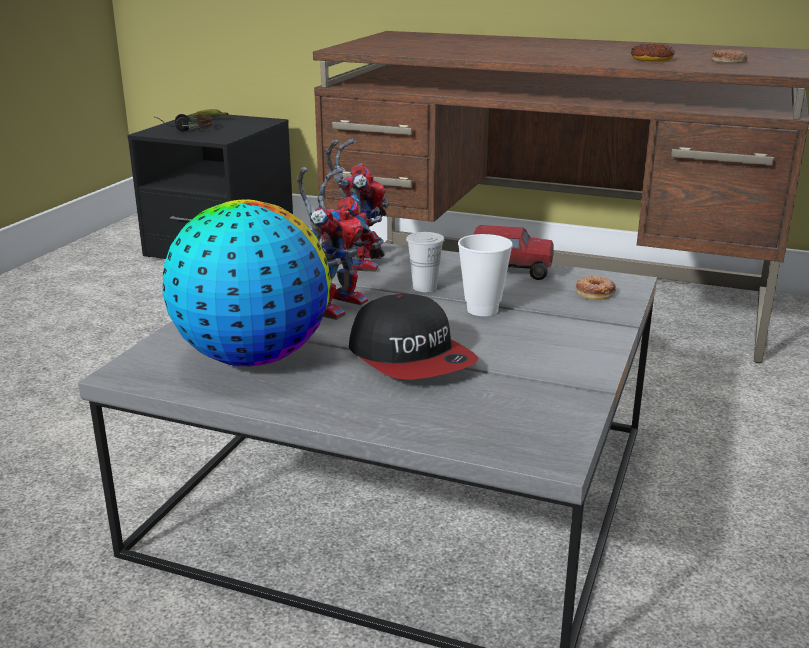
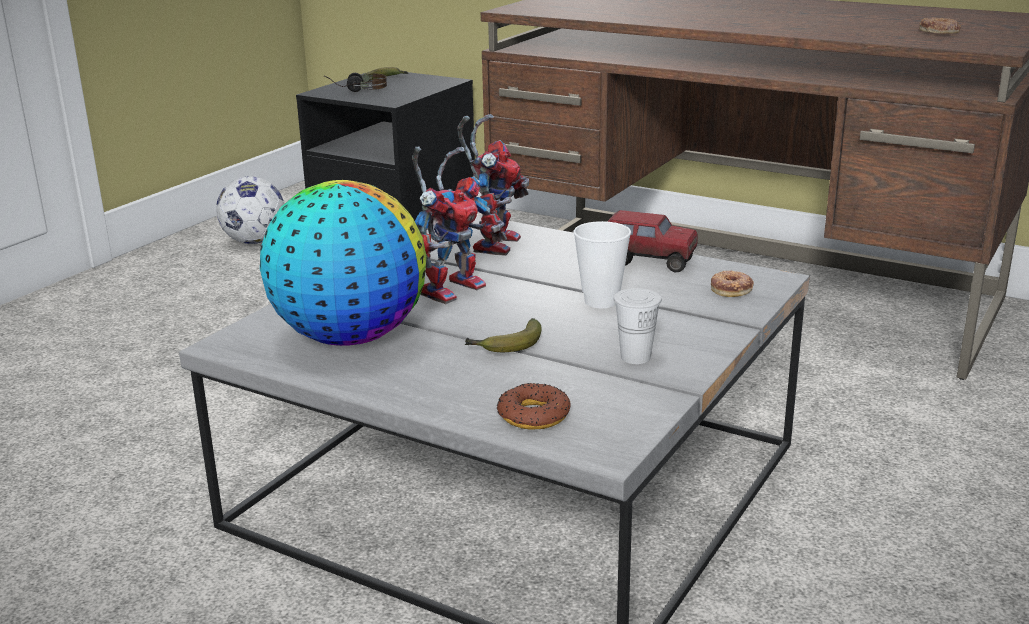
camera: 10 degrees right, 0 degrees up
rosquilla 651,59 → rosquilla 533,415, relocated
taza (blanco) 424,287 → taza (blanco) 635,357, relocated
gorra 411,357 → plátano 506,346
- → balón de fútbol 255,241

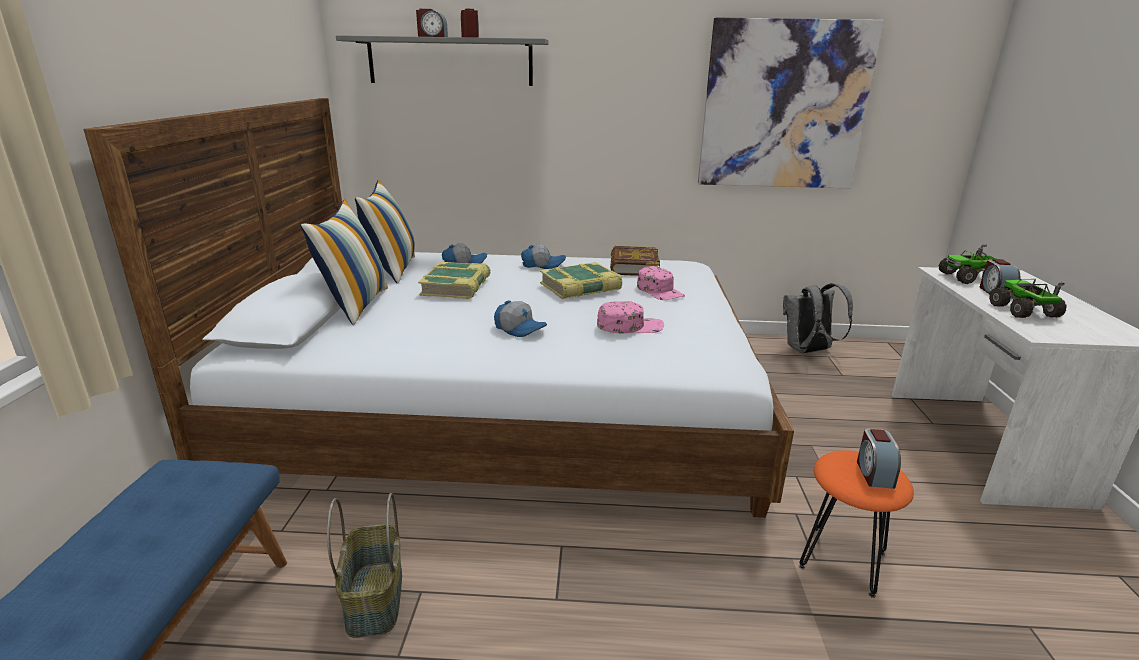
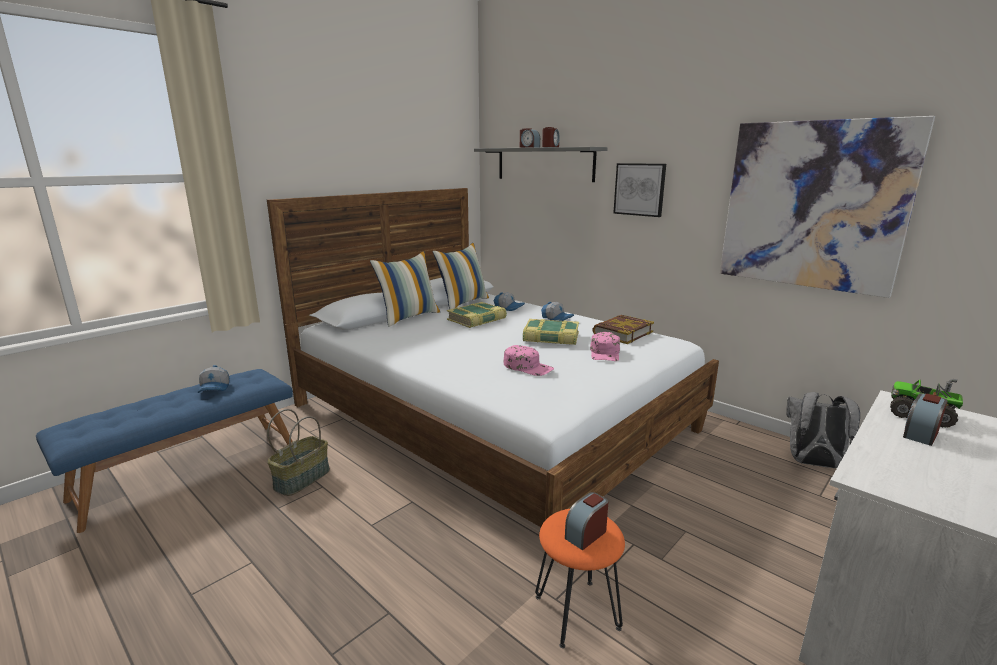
camera: 40 degrees right, 5 degrees down
camión de juguete 1024,311 → -
gorra 520,329 → gorra 215,388, relocated
- → cuadro 639,189

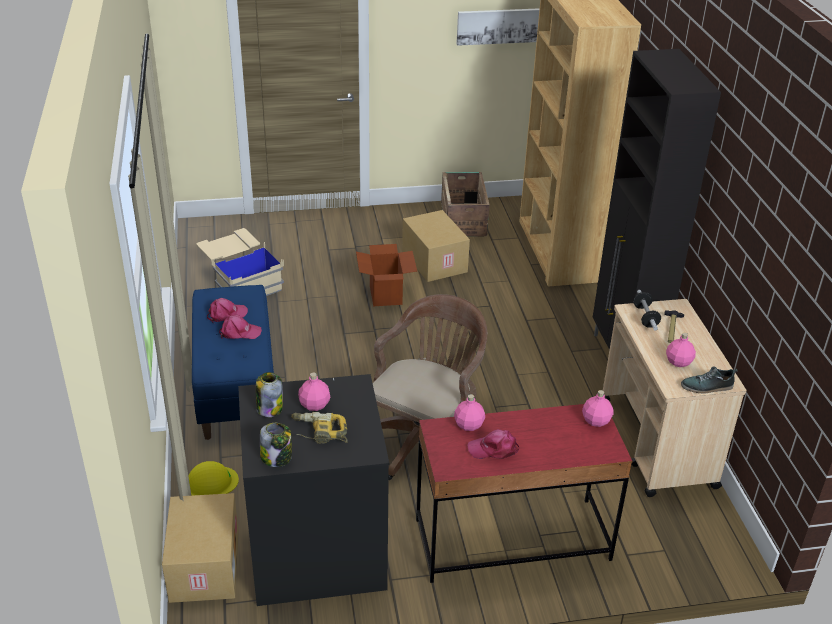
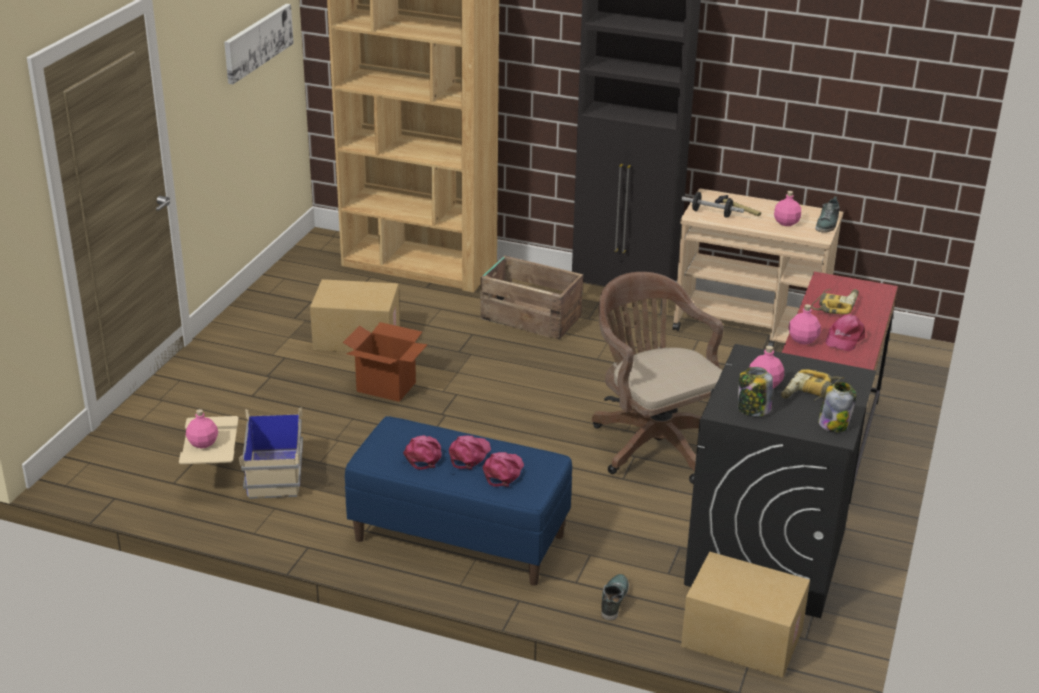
camera: 60 degrees left, 5 degrees down
caja de embalaje 464,219 → caja de embalaje 530,317, relocated
botella (rosa) 596,421 → botella (rosa) 203,443, relocated
casco (amarillo) 211,482 → zapato 613,600
- → taladro 835,305
- → gorra (rosa) 503,472

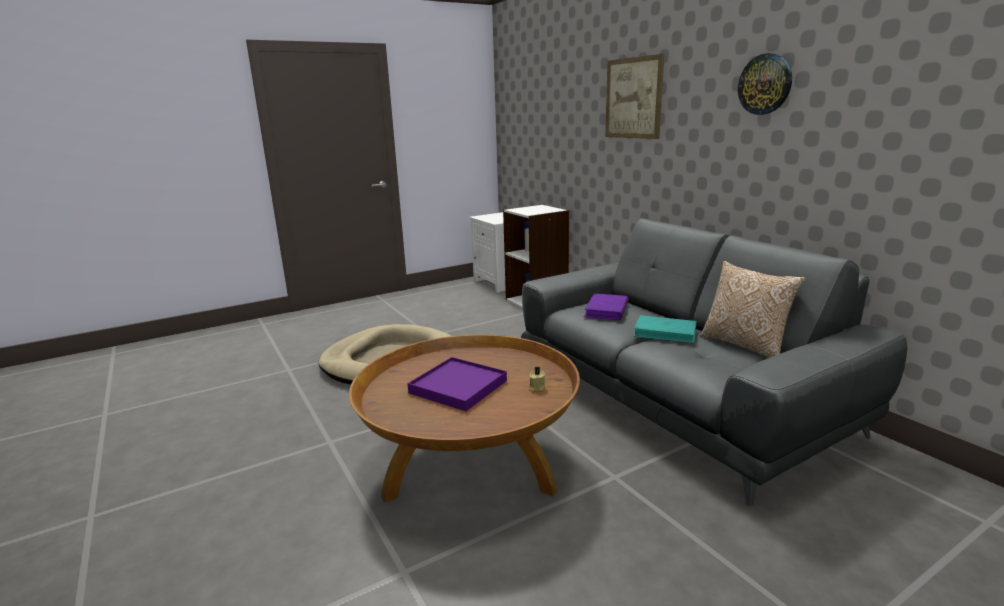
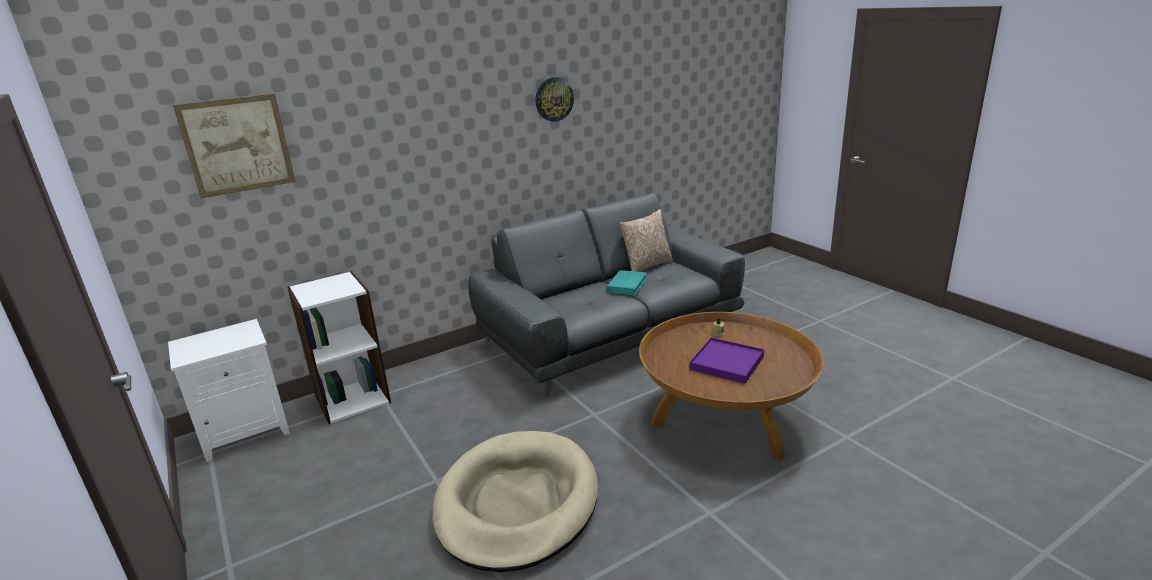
camera: 90 degrees left, 5 degrees up
cuadro 633,98 → cuadro 237,145, relocated
libro (morado) 606,310 → -

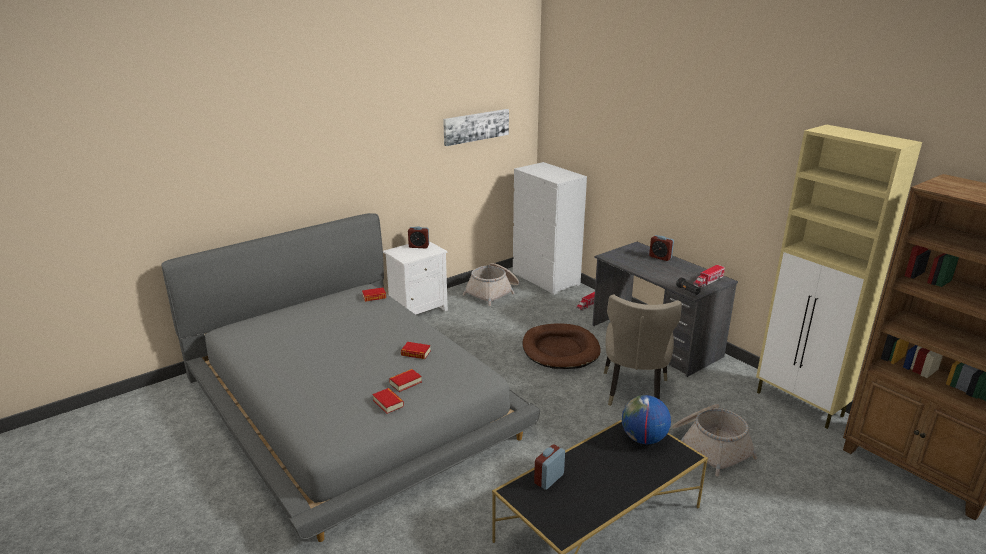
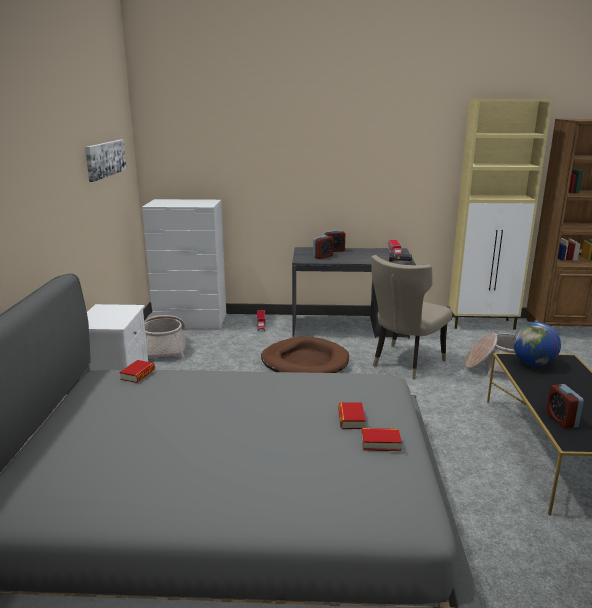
camera: 50 degrees left, 5 degrees down
despertador 419,246 → despertador 322,256, relocated
silla (beis) 633,393 → silla (beis) 404,363, 75 degrees clockwise
libro 416,353 → -

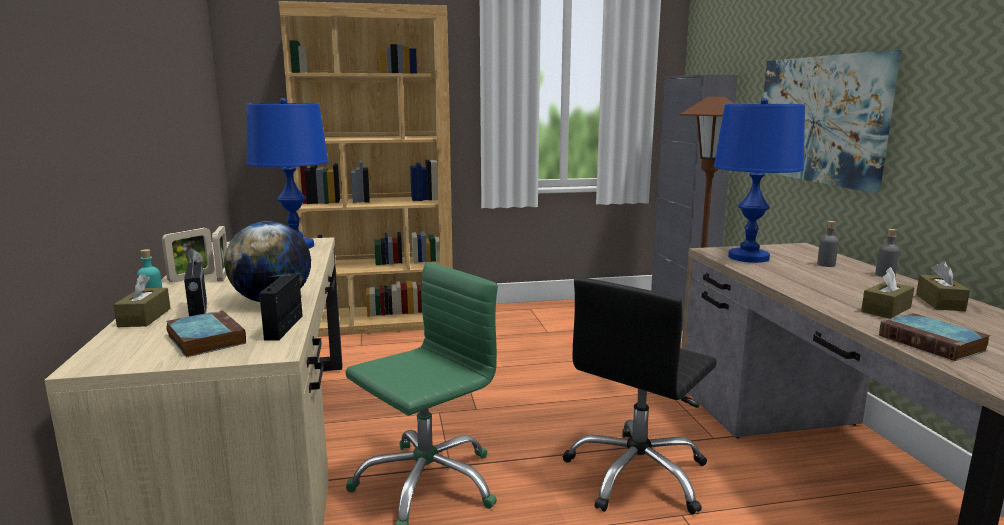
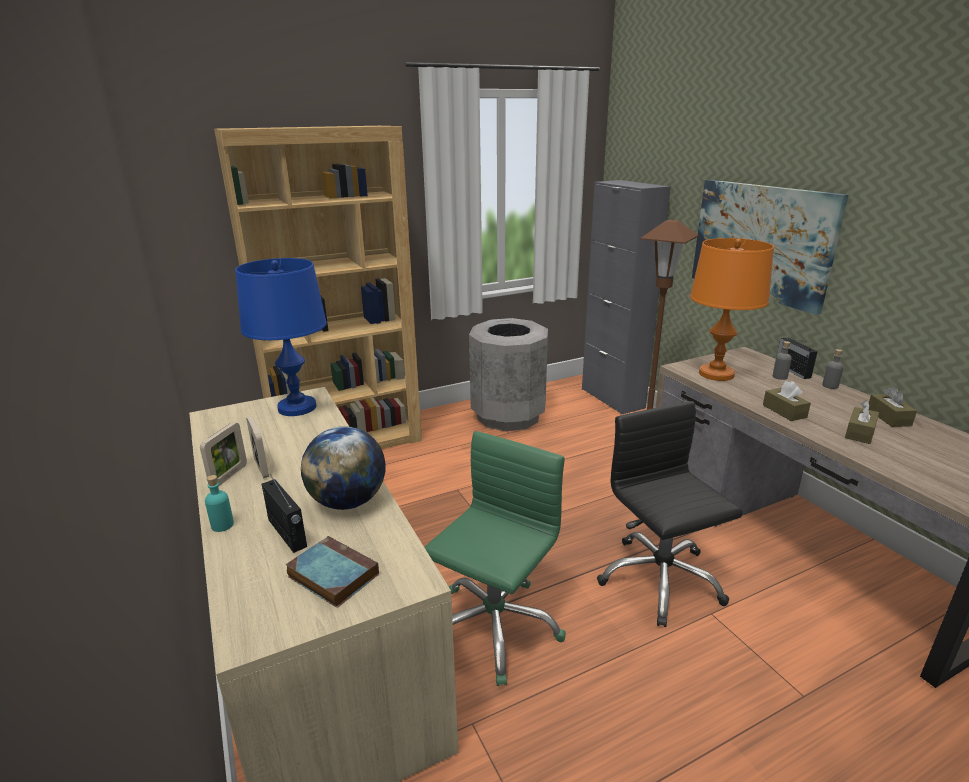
camera: 15 degrees left, 10 degrees up
lámpara de mesa (azul) 748,257 → lámpara de mesa (naranja) 716,374
radio 285,327 → radio 792,370, relocated
caja de pañuelos (marrón) 144,317 → caja de pañuelos (marrón) 784,411, relocated
silla de oficina (negro) 637,474 → silla de oficina (negro) 659,579, 135 degrees clockwise
libro 934,343 → -
- → papelera (gris) 508,416

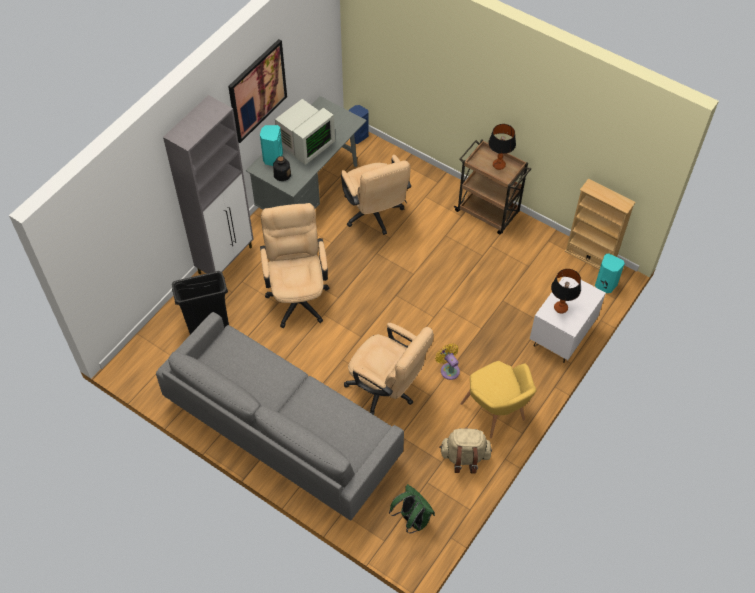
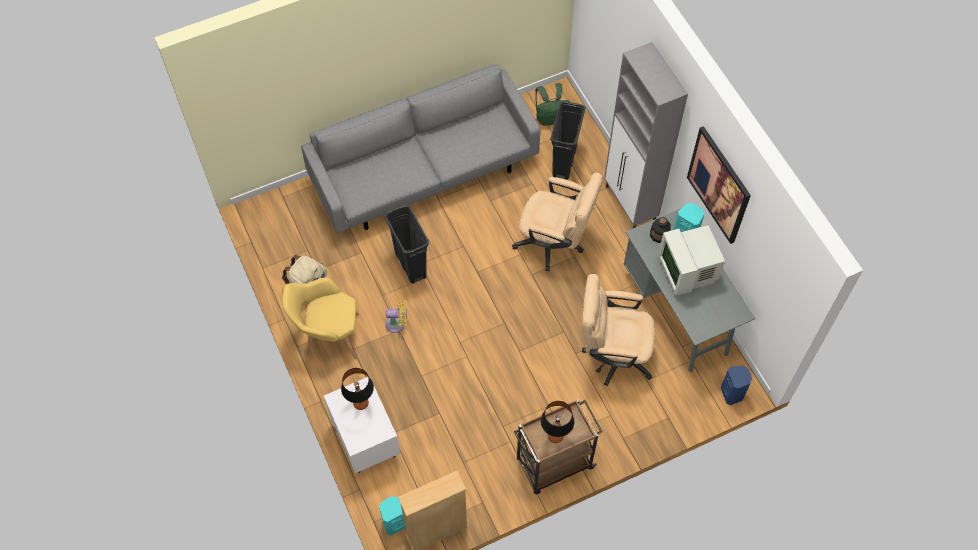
camera: 120 degrees right, 5 degrees up
silla de oficina (beis) 387,390 → papelera (negro) 410,265
mochila (verde) 412,519 → mochila (verde) 549,118, relocated

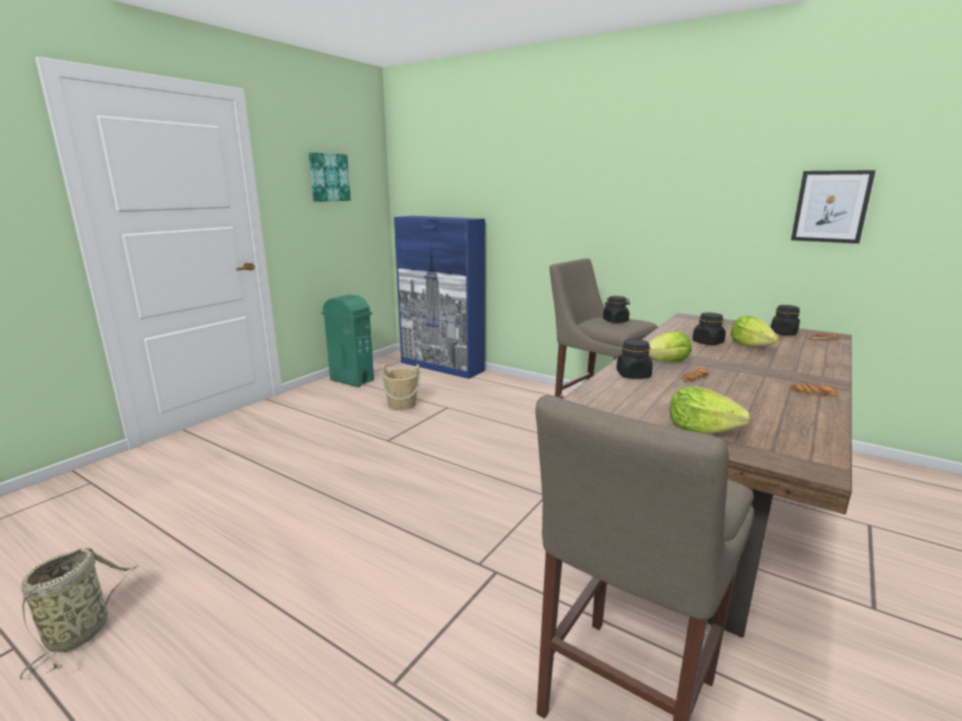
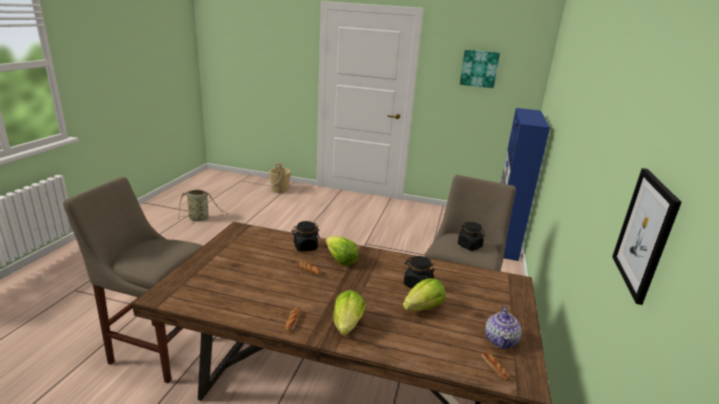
camera: 70 degrees right, 5 degrees up
papelera (verde) 352,380 → -
tarro (negro) 783,333 → tetera 501,340
cubo (beis) 402,404 → cubo (beis) 280,189, relocated
lechuga 700,430 → lechuga 347,325, relocated

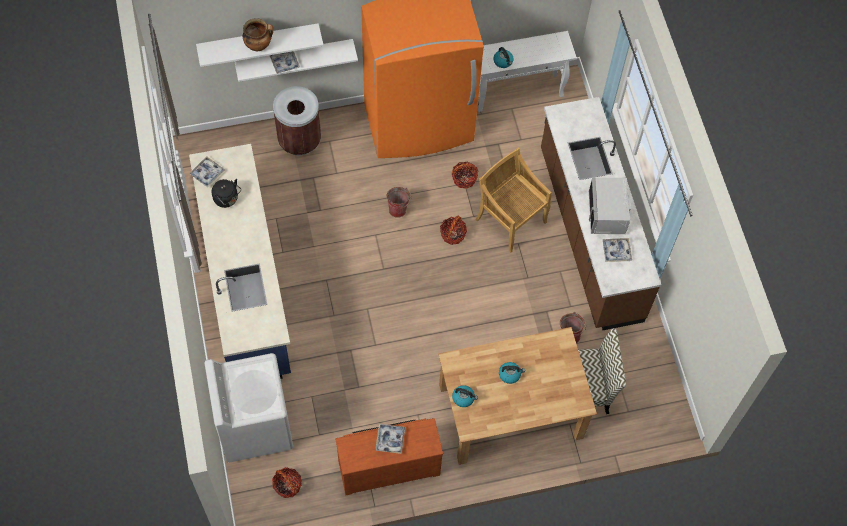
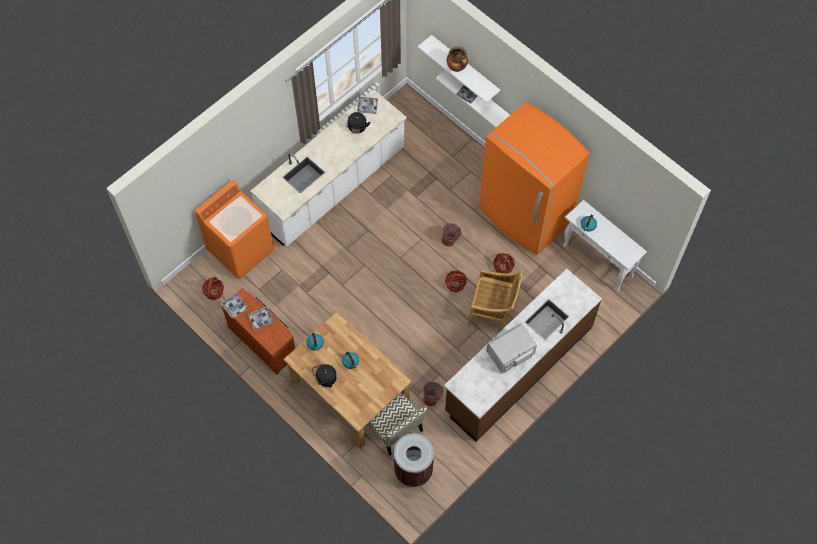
camera: 60 degrees right, 0 degrees up
papelera (marrón) 299,140 → papelera (marrón) 413,470, relocated
mueble bajo de cocina (azul) 246,284 → mueble bajo de cocina (blanco) 333,187
silla (beis) 510,220 → silla (beis) 493,312, 90 degrees clockwise
bandeja 616,251 → bandeja 235,307, relocated
lavadora (blanco) 254,426 → lavadora (naranja) 241,250
- → hervidor (negro) 325,379

